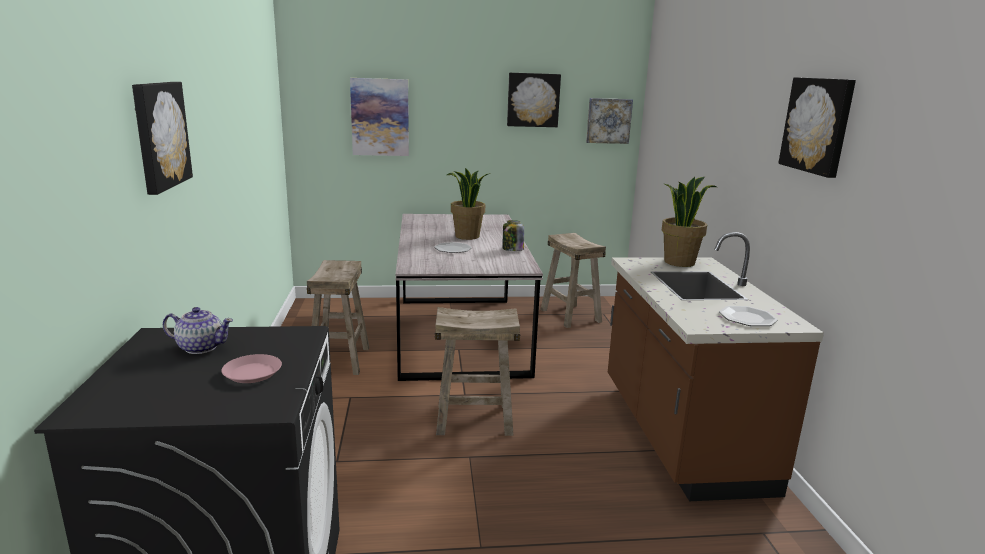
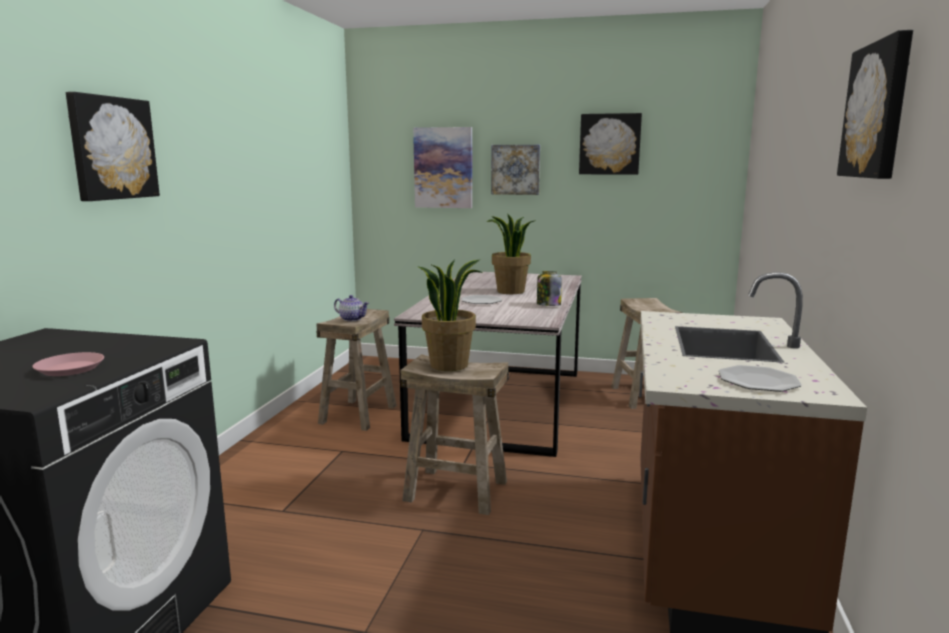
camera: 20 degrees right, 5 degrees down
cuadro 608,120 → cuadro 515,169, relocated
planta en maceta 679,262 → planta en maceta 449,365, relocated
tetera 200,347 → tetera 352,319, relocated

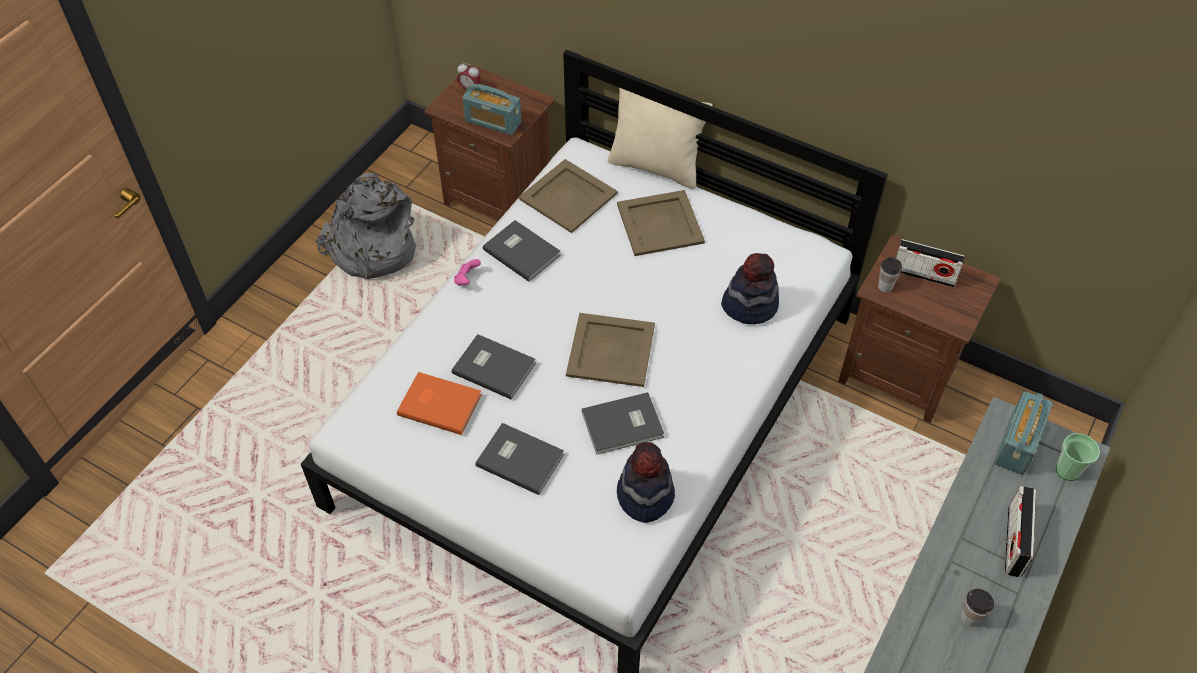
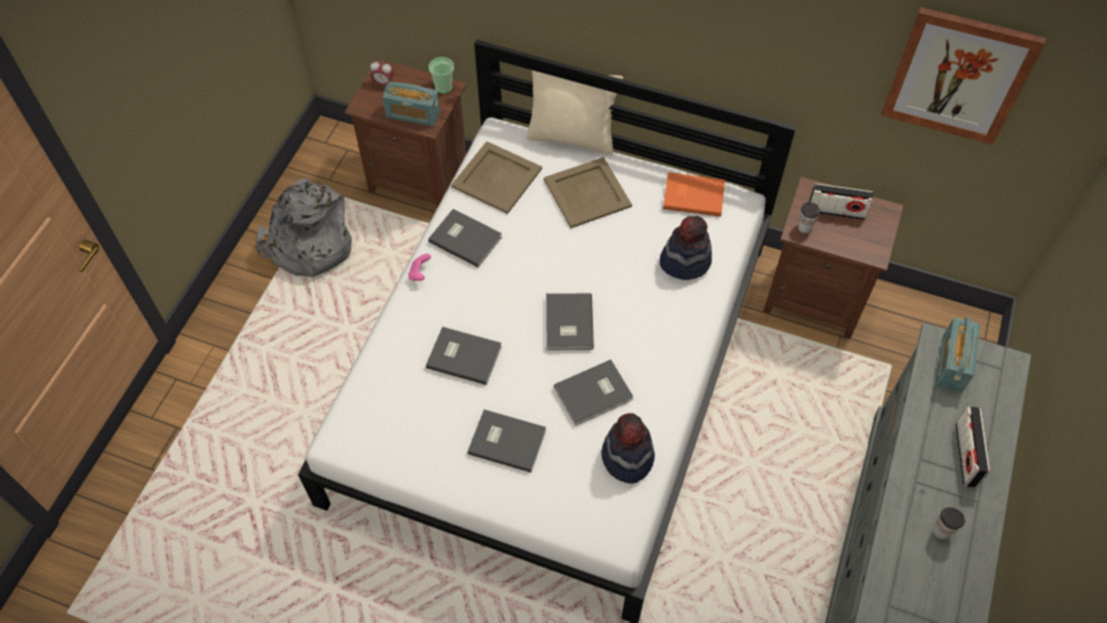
camera: 10 degrees left, 5 degrees up
bandeja (beis) 610,350 → libro (gris) 567,324
libro (naranja) 439,403 → libro (naranja) 692,194, relocated
taza 1067,470 → taza 443,87, relocated
- → cuadro 958,76

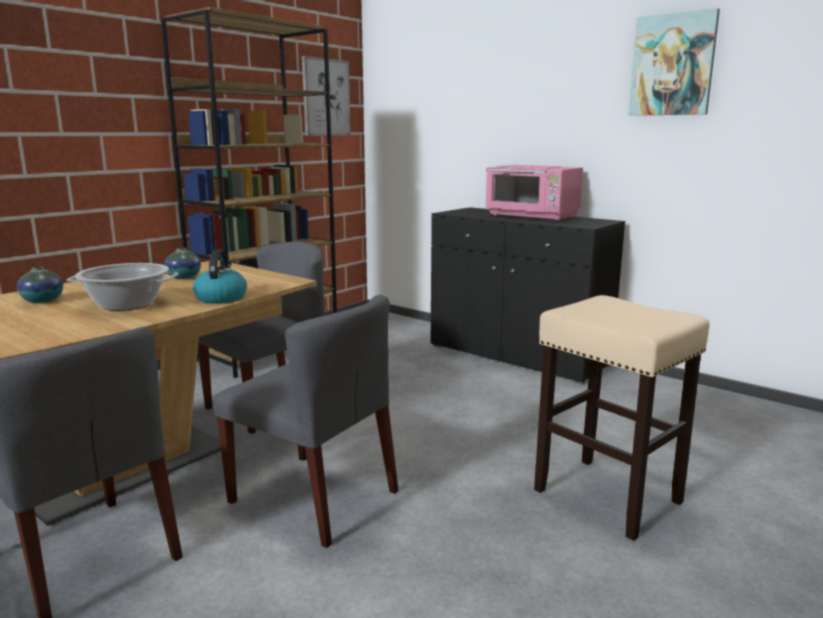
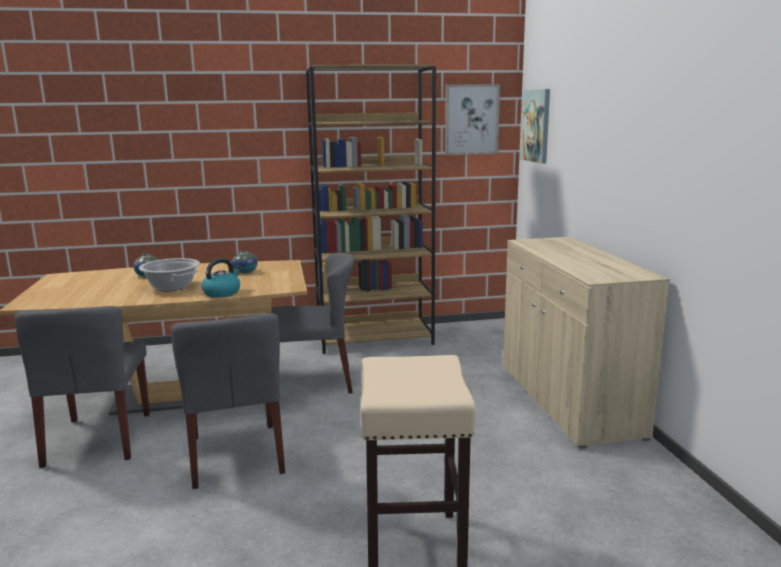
camera: 40 degrees right, 0 degrees up
cuadro 672,65 → cuadro 536,125, relocated
microondas (rosa) 532,216 → -
armario (negro) 517,355 → armario (beis) 567,400

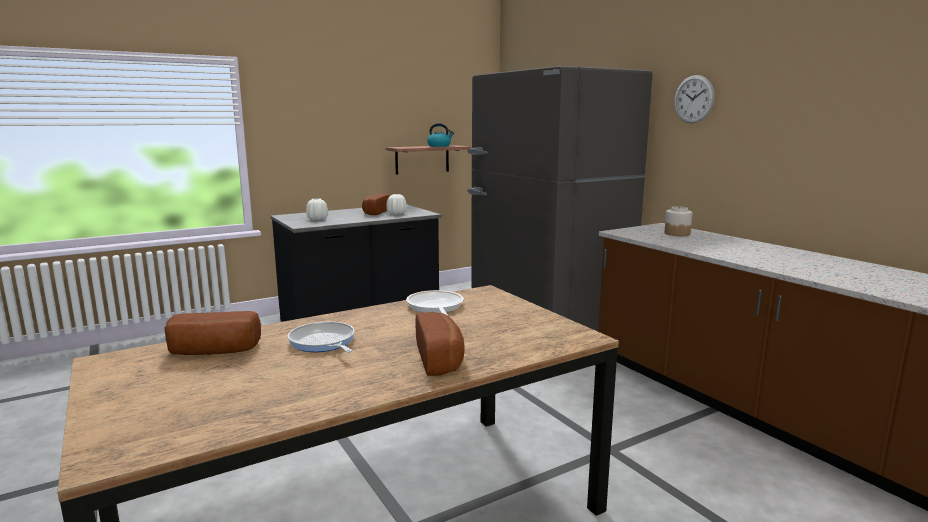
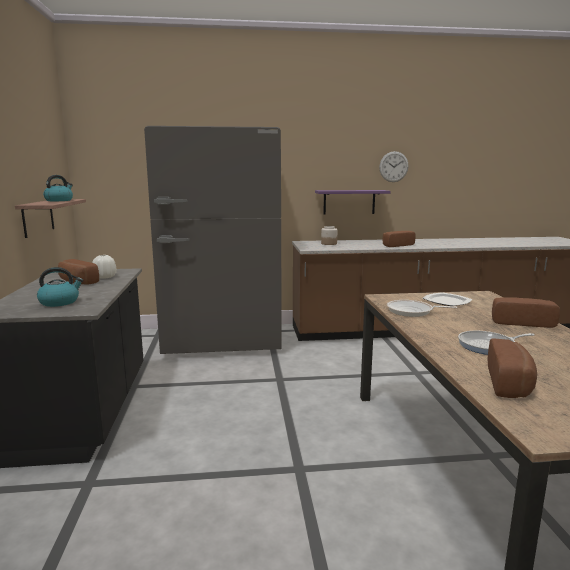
camera: 65 degrees left, 0 degrees up
reloj de pared 693,99 → reloj de pared 393,166, relocated
florero (blanco) 317,219 → hervidor 60,302
- → estante (morado) 349,202
- → pan 396,245
- → plato 446,301

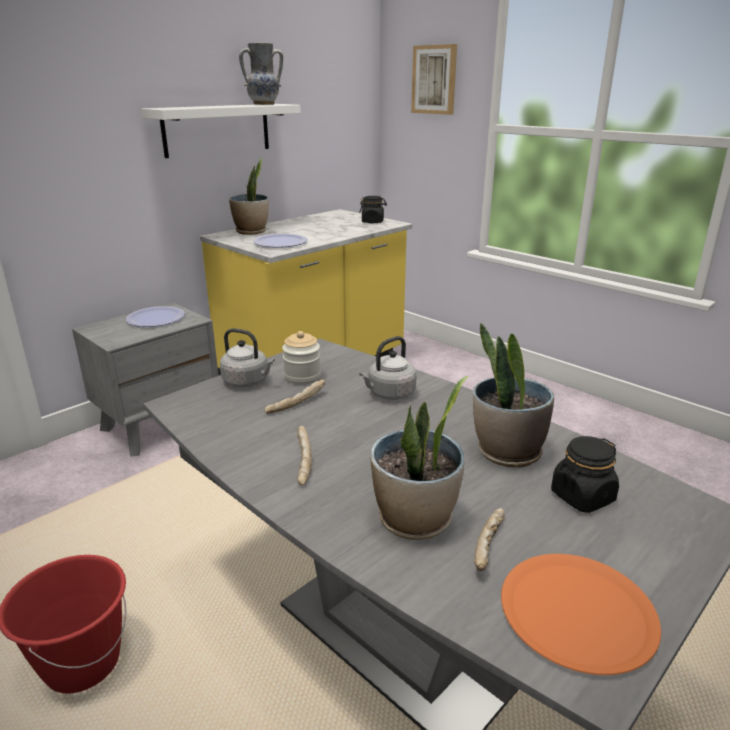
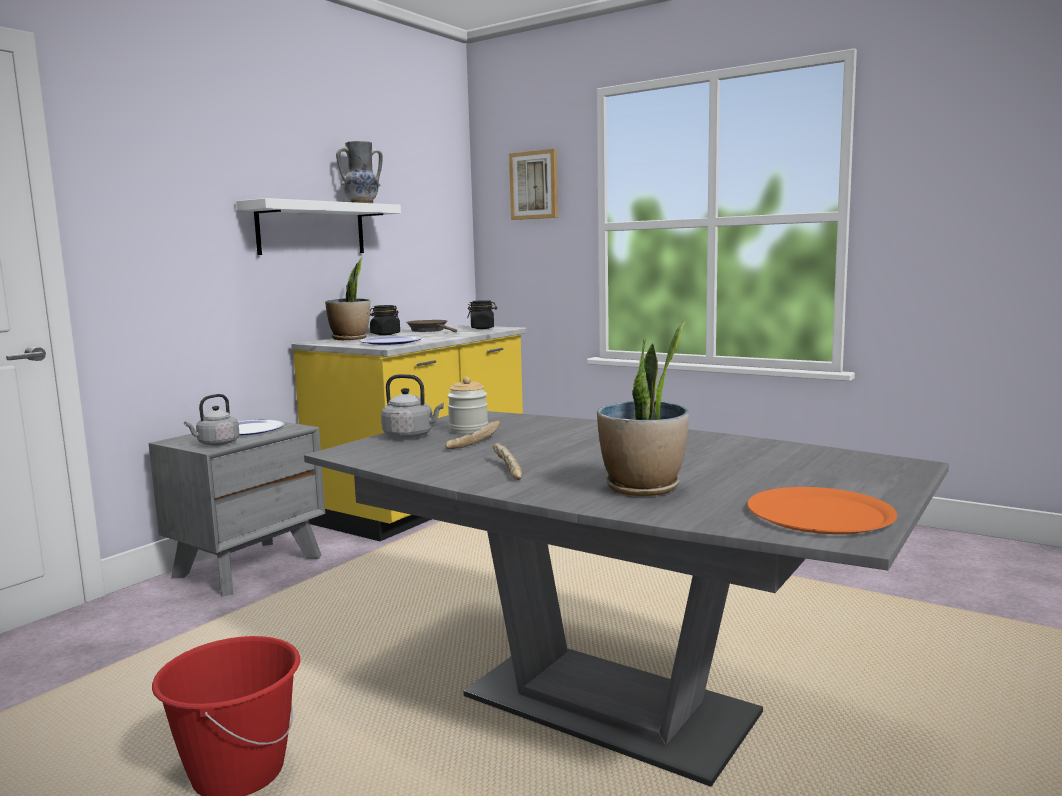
camera: 10 degrees left, 15 degrees down
planta en maceta 507,452 → -
hervidor (gris) 389,394 → hervidor (gris) 216,444, relocated
tarro (negro) 582,497 → tarro (negro) 385,334, relocated
pan 490,546 → -
- → sartén (marrón) 430,330

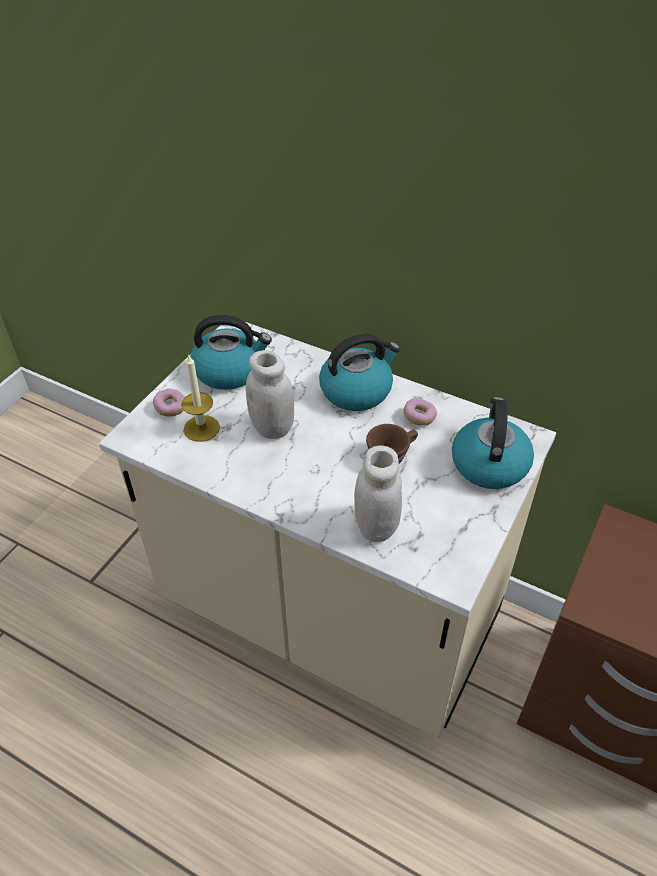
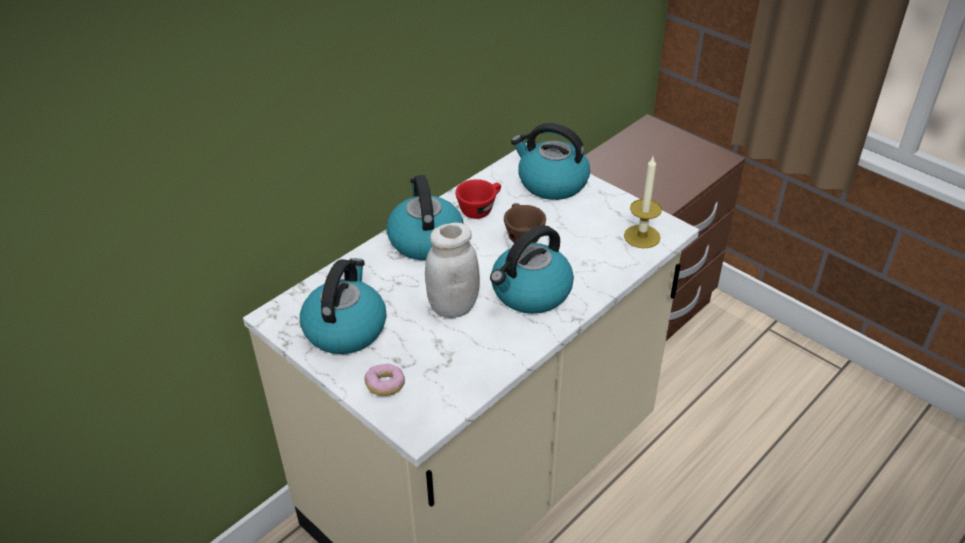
camera: 75 degrees left, 5 degrees down
vela 201,428 → vela 642,236, relocated
rosquilla 419,417 → taza (rojo) 480,209
tarro (blanco) 376,526 → -
- → hervidor 530,293

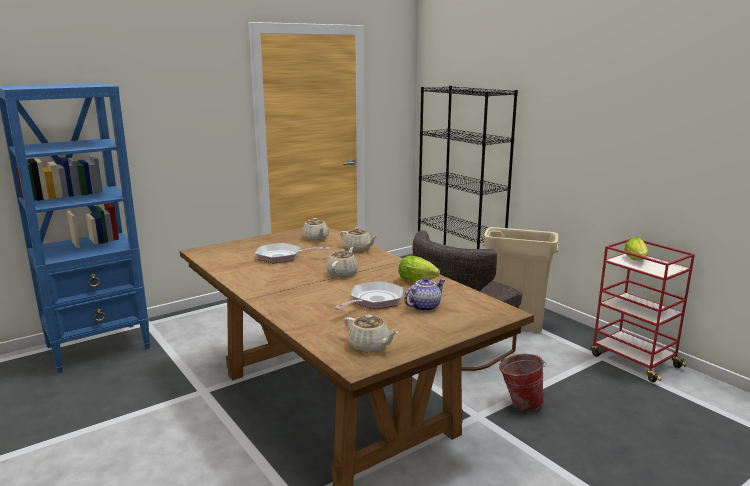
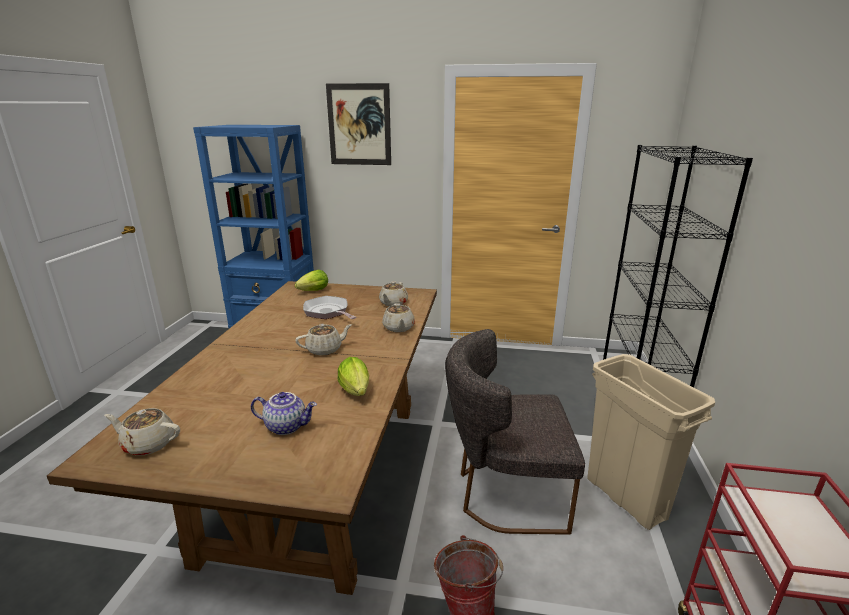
camera: 45 degrees right, 5 degrees up
lechuga 636,260 → lechuga 312,291, relocated
sartén 373,301 → -
tetera (beis) 369,346 → tetera (beis) 148,444, 105 degrees clockwise
- → cuadro 359,125

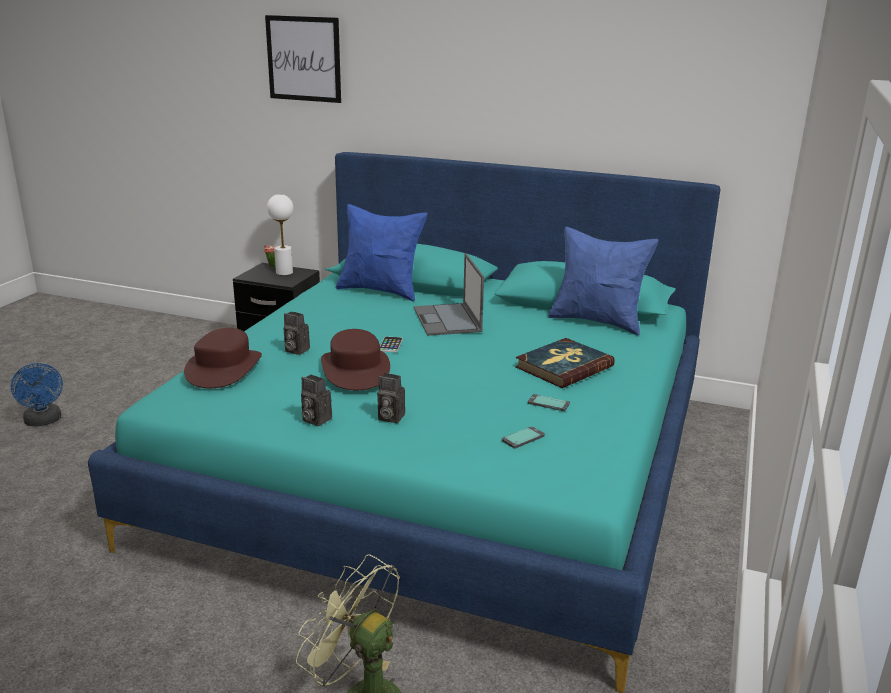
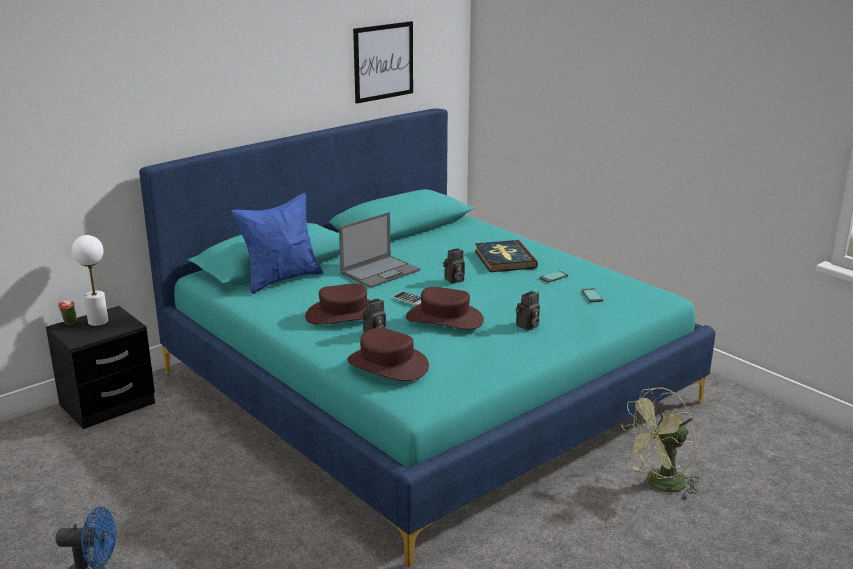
camera: 60 degrees left, 0 degrees up
cuadro 304,59 → cuadro 383,61, relocated
cojín (azul) 597,321 → -
portátil 447,320 → portátil 381,271, 60 degrees counterclockwise
cámara 314,419 → cámara 454,280, relocated
- → sombrero (marrón) 343,314

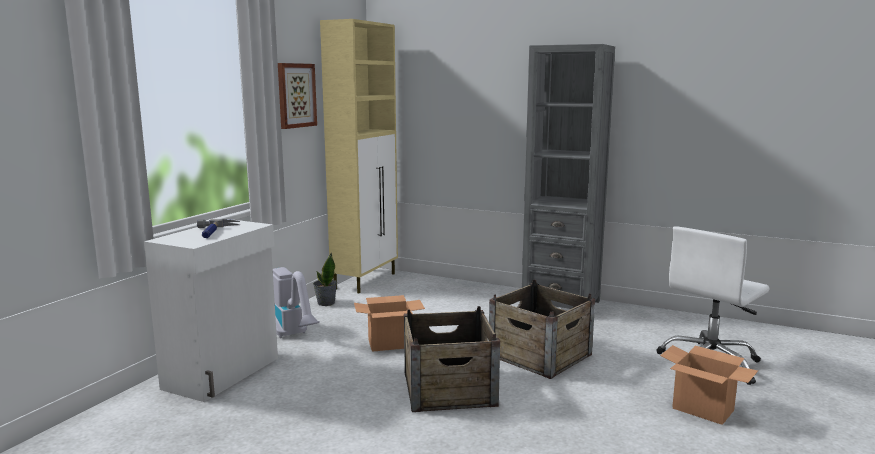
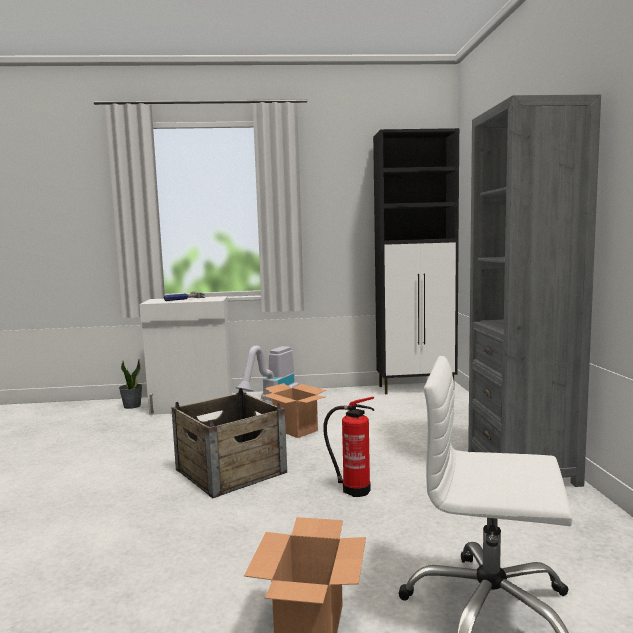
camera: 60 degrees right, 5 degrees down
armario (beis) 366,281 → armario (negro) 417,388
cuadro 296,95 → -
planta en maceta 325,303 → planta en maceta 132,406, relocated
caja de embalaje 540,355 → extintor 353,490

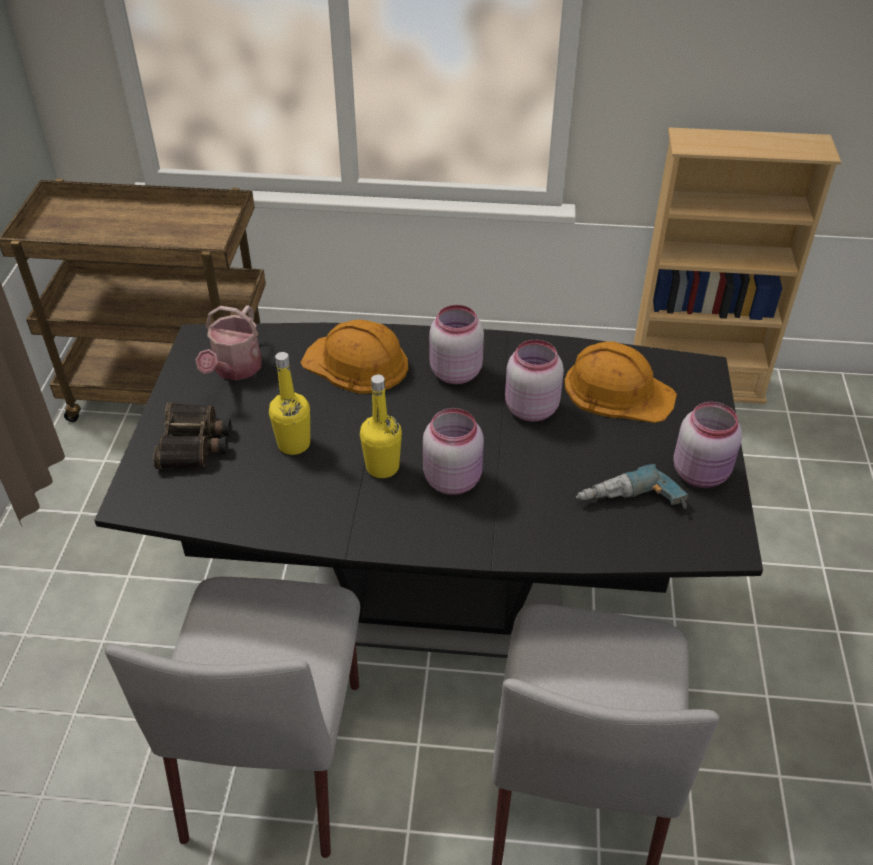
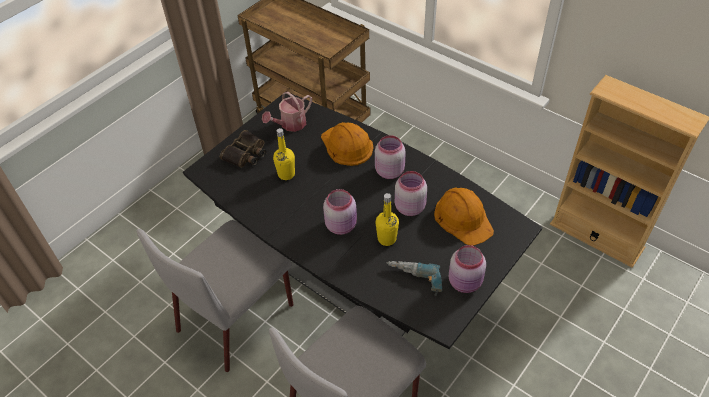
camera: 35 degrees right, 5 degrees up
botella (amarillo) 382,467 → botella (amarillo) 387,239, relocated

